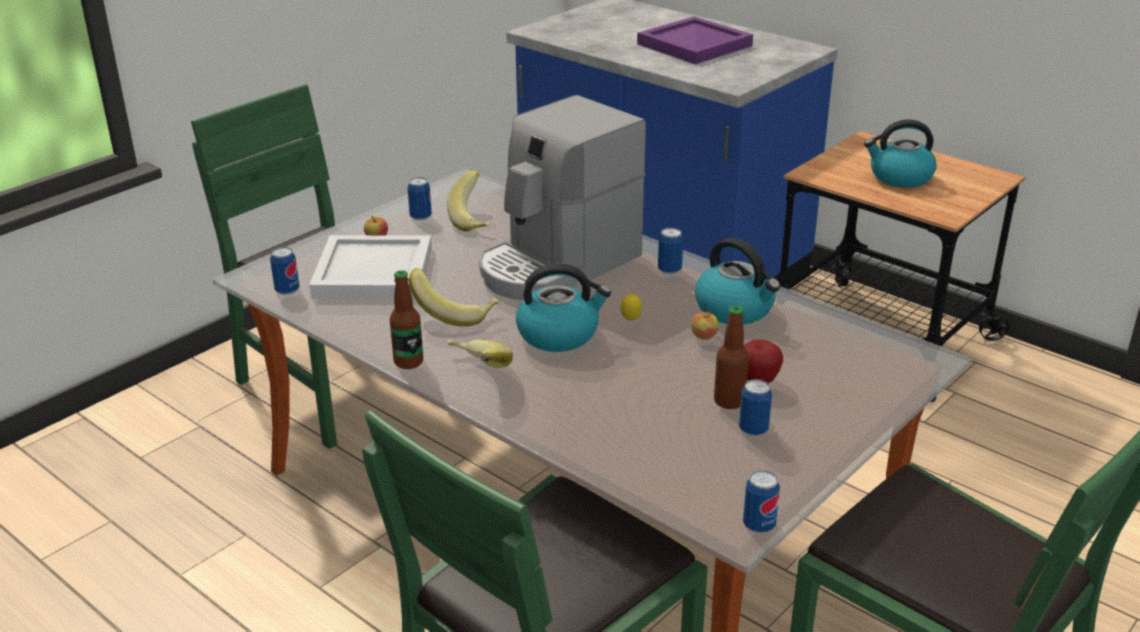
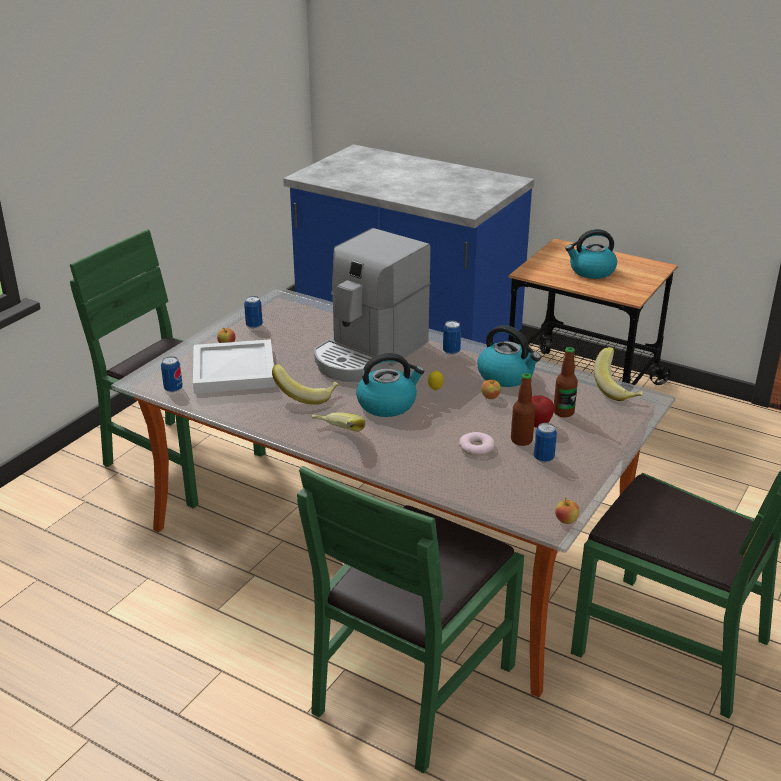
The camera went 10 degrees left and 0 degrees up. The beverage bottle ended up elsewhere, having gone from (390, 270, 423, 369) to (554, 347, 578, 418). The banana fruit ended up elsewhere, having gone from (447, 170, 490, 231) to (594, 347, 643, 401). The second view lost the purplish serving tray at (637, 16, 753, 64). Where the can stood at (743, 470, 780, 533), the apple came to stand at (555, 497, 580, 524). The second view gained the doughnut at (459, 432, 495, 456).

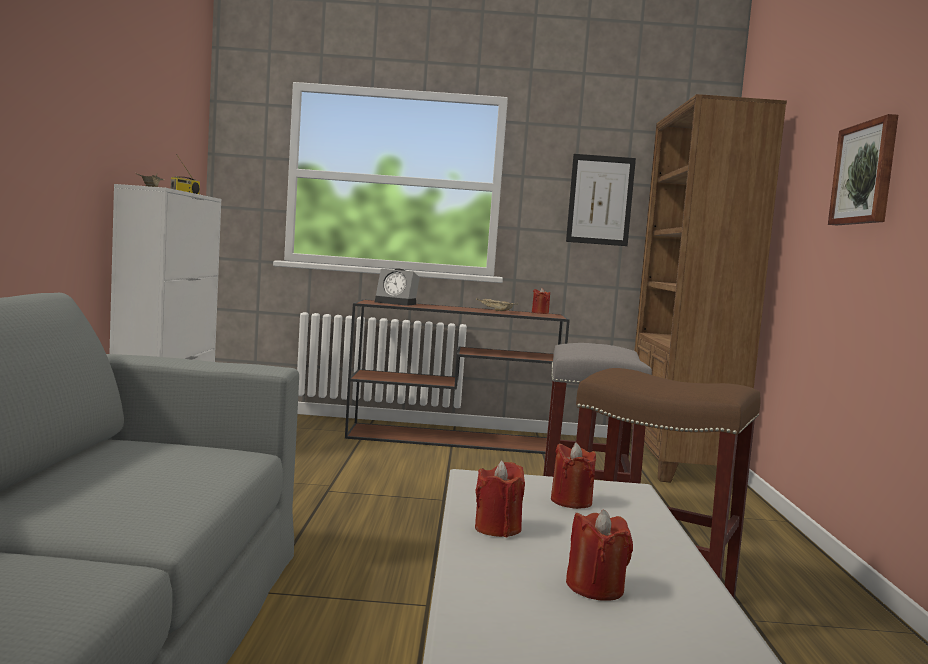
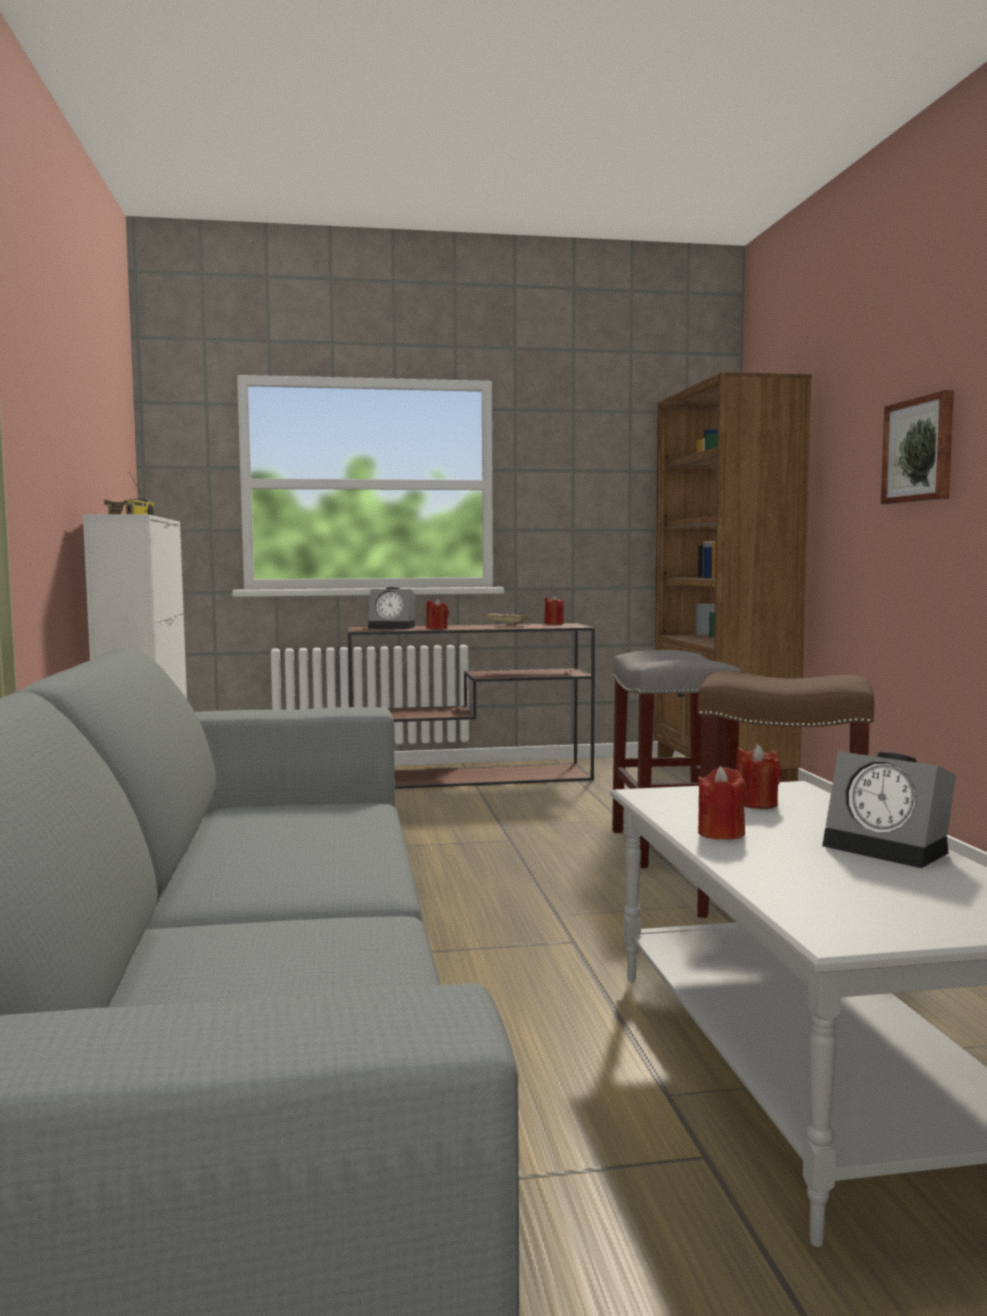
The camera went 10 degrees left and 0 degrees up. The second view lost the wall art at (566, 154, 636, 246). The red wax candle ended up elsewhere, having gone from (566, 510, 633, 601) to (426, 598, 449, 630). The second view gained the table clock at (822, 751, 956, 868).

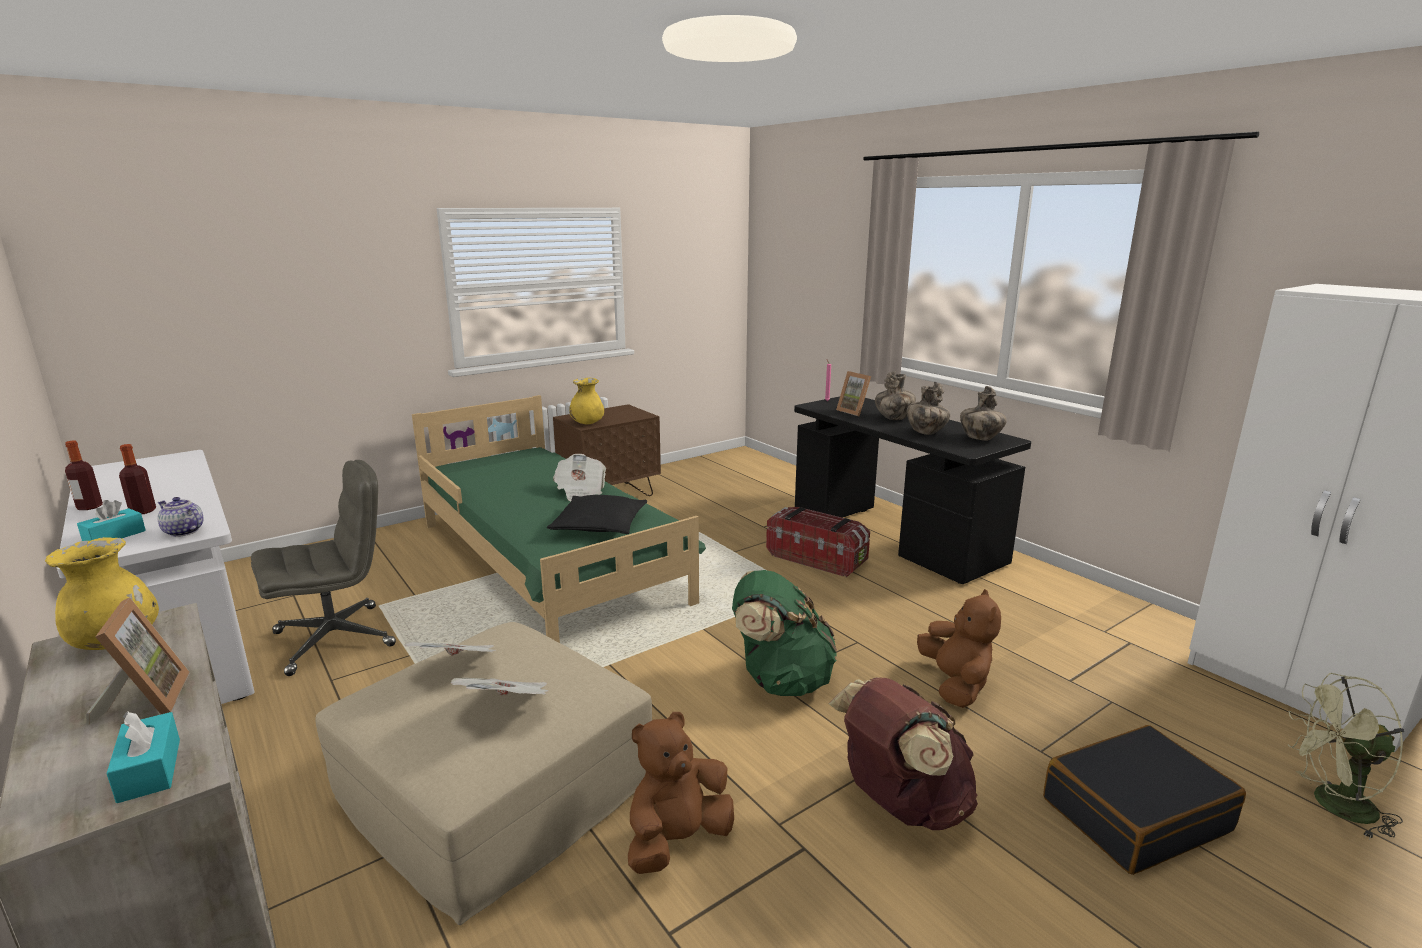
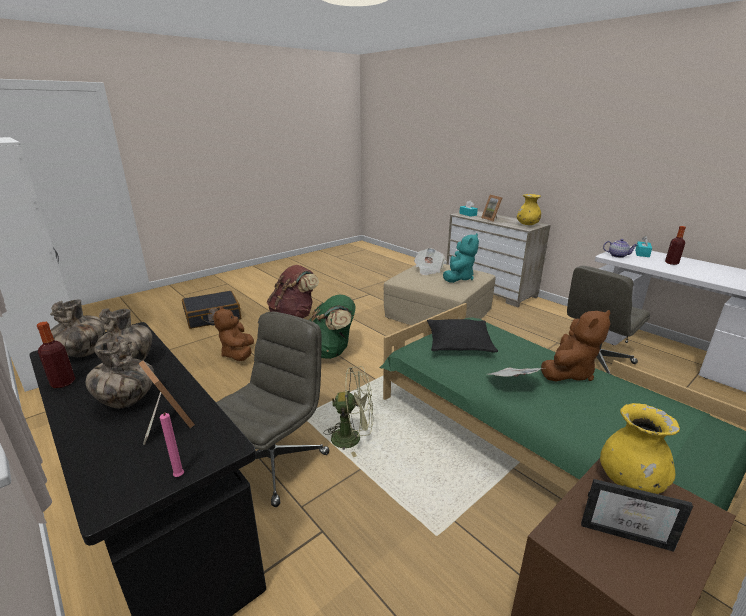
The camera went 175 degrees right and 5 degrees up. The beverage bottle ended up elsewhere, having gone from (65, 441, 103, 510) to (37, 322, 75, 388). Where the daily paper stood at (405, 642, 497, 656), the blue-green plush toy came to stand at (443, 233, 479, 283). The brown plush toy ended up elsewhere, having gone from (628, 712, 734, 874) to (541, 310, 611, 382). Where the storage bin stood at (766, 507, 870, 577), the grey desk chair came to stand at (216, 312, 329, 507). The green-coloured electric fan ended up elsewhere, having gone from (1287, 673, 1404, 838) to (324, 366, 373, 457). The second view gained the standing frame at (581, 479, 693, 552).

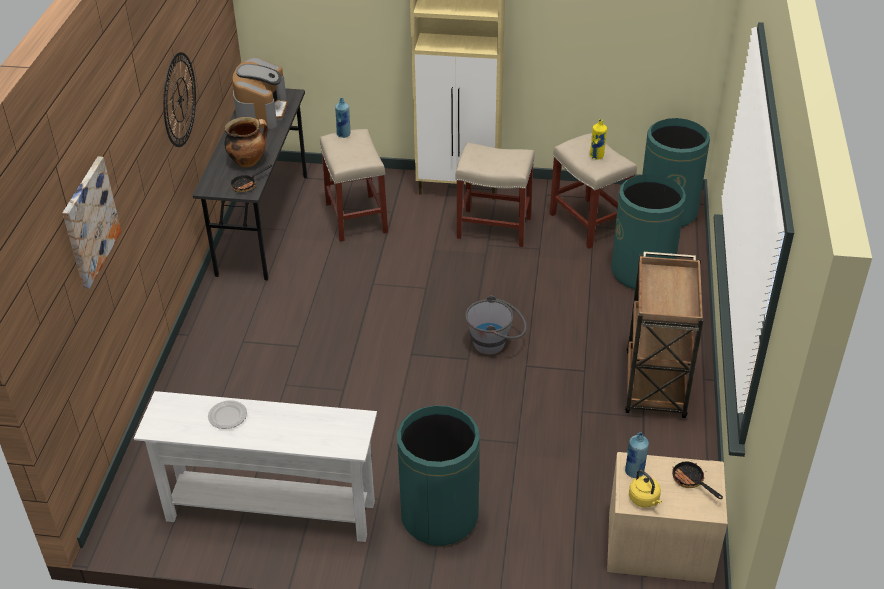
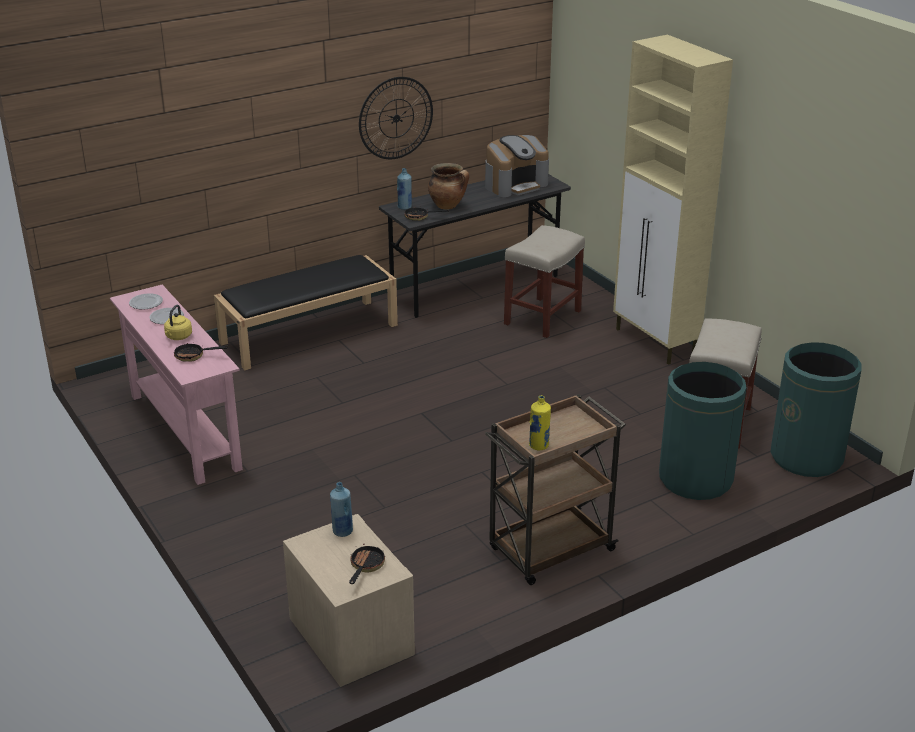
The camera went 50 degrees right and 10 degrees down. The second view lost the wall art at (63, 157, 121, 289). What was the white console table at (134, 391, 377, 542) turned into the pink-coloured console table at (110, 285, 243, 485). The blue beverage bottle ended up elsewhere, having gone from (335, 98, 350, 138) to (397, 168, 412, 210). The second view lost the green-coloured rubbish bin at (397, 405, 480, 546). The second view lost the beige-coloured stool seat at (455, 142, 535, 247). The second view lost the grey pail at (465, 295, 527, 355). The yellowish beverage bottle ended up elsewhere, having gone from (590, 119, 607, 160) to (529, 395, 551, 451). The yellowish water kettle ended up elsewhere, having gone from (629, 470, 662, 508) to (164, 305, 192, 340). The second view gained the plate at (129, 293, 163, 309). The second view gained the frying pan at (174, 342, 229, 362). The second view gained the black indoor bench at (214, 255, 398, 370).

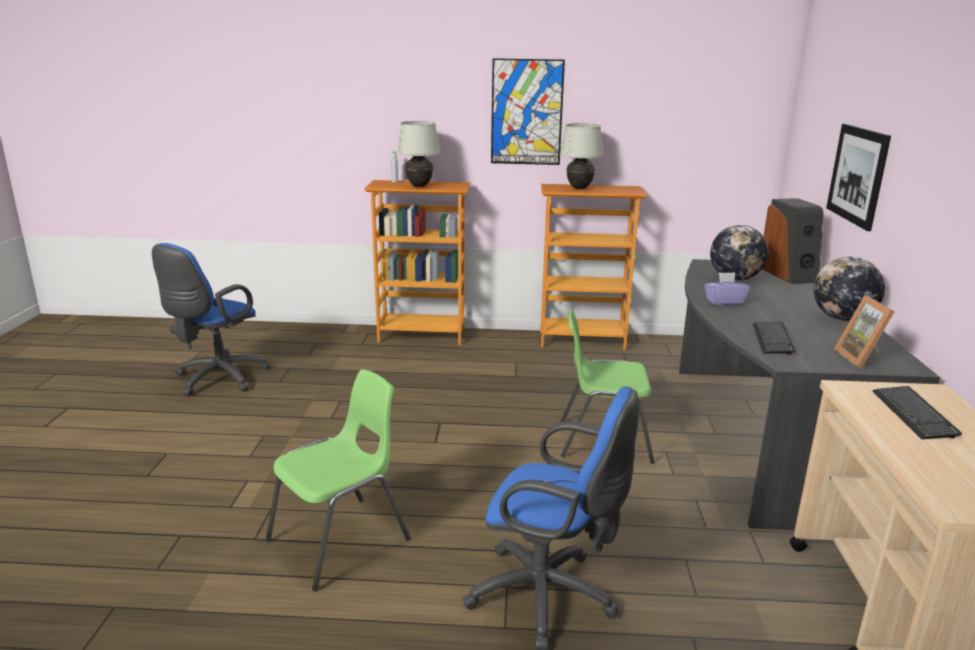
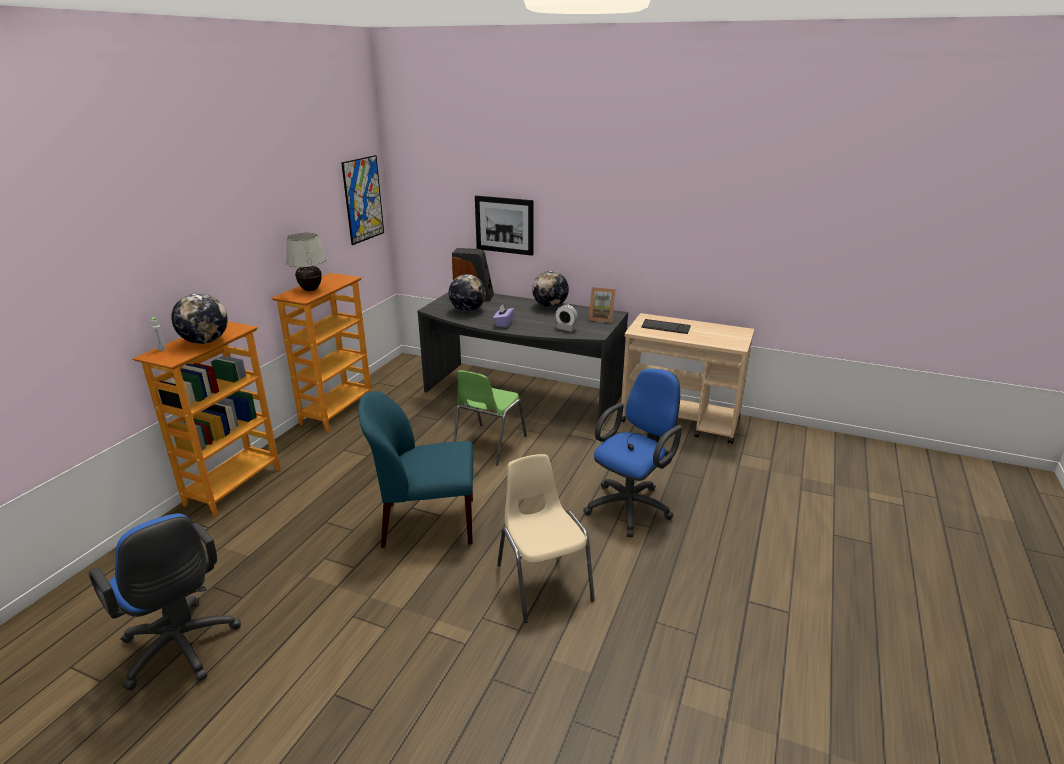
The camera went 70 degrees left and 5 degrees up. What was the green-coloured chair at (265, 369, 411, 591) turned into the beige-coloured chair at (497, 454, 595, 623). Where the white tabletop lamp stood at (397, 121, 441, 187), the world globe came to stand at (171, 293, 228, 344). The wall art ended up elsewhere, having gone from (491, 58, 565, 165) to (341, 155, 384, 245). Where the keyboard stood at (753, 321, 795, 355), the table clock came to stand at (555, 304, 578, 332). The second view gained the blue chair at (358, 391, 473, 548).

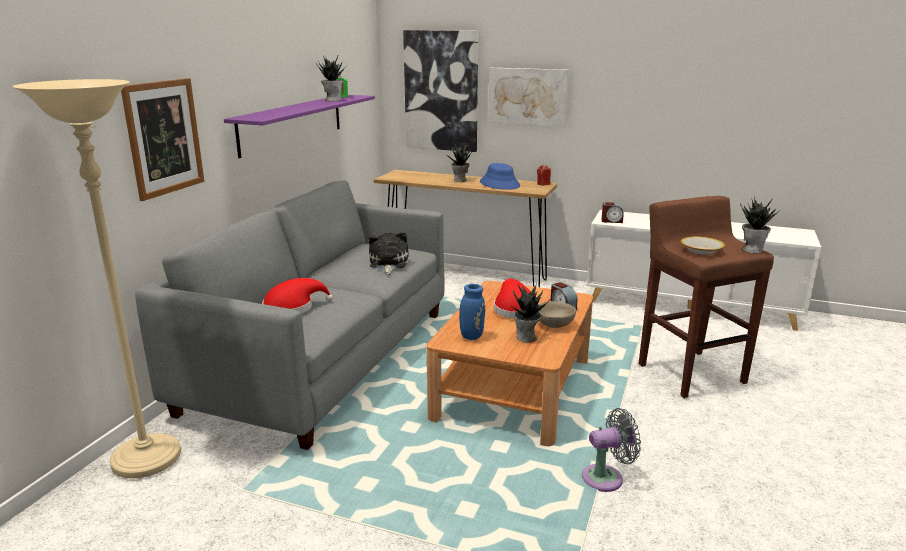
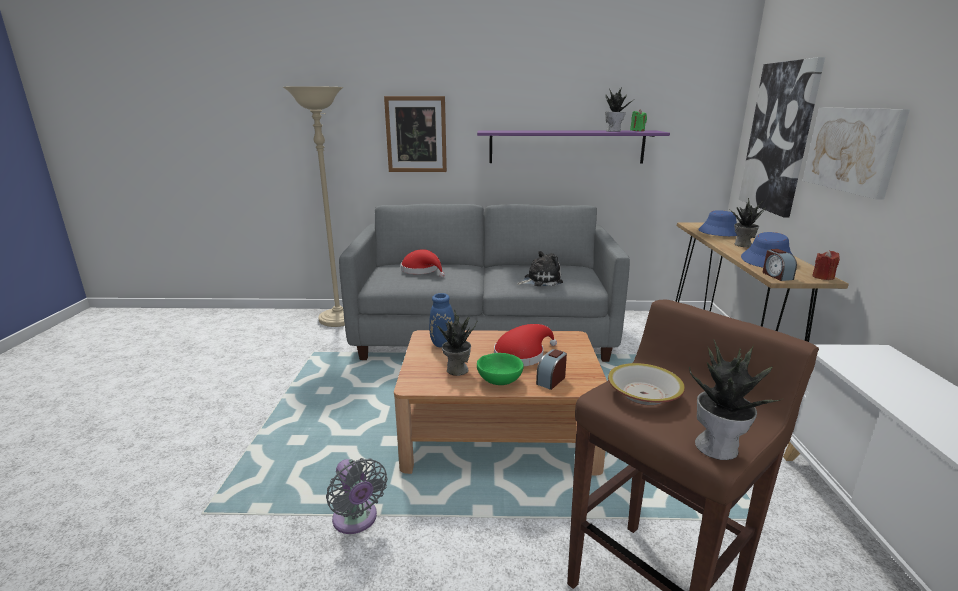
The camera went 70 degrees right and 0 degrees up. What was the beige-coloured deep dish at (538, 301, 576, 328) turned into the green-coloured deep dish at (477, 353, 524, 385). The table clock ended up elsewhere, having gone from (601, 202, 624, 223) to (762, 249, 797, 281). The second view gained the blue clothing hat at (698, 210, 737, 236).

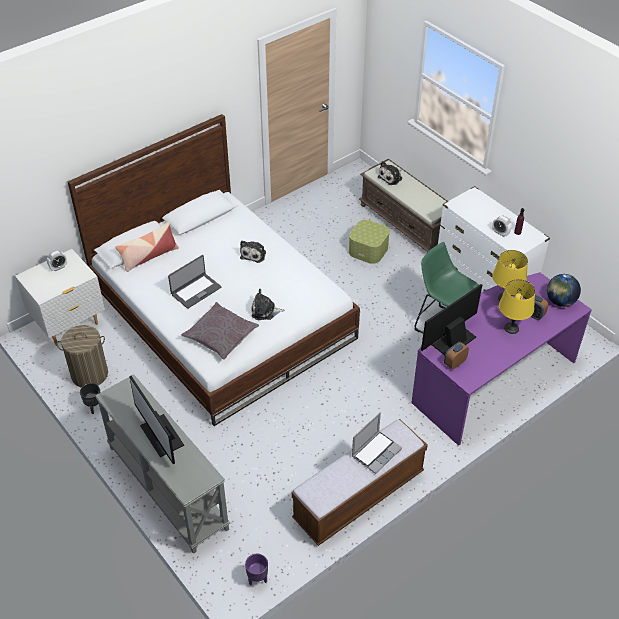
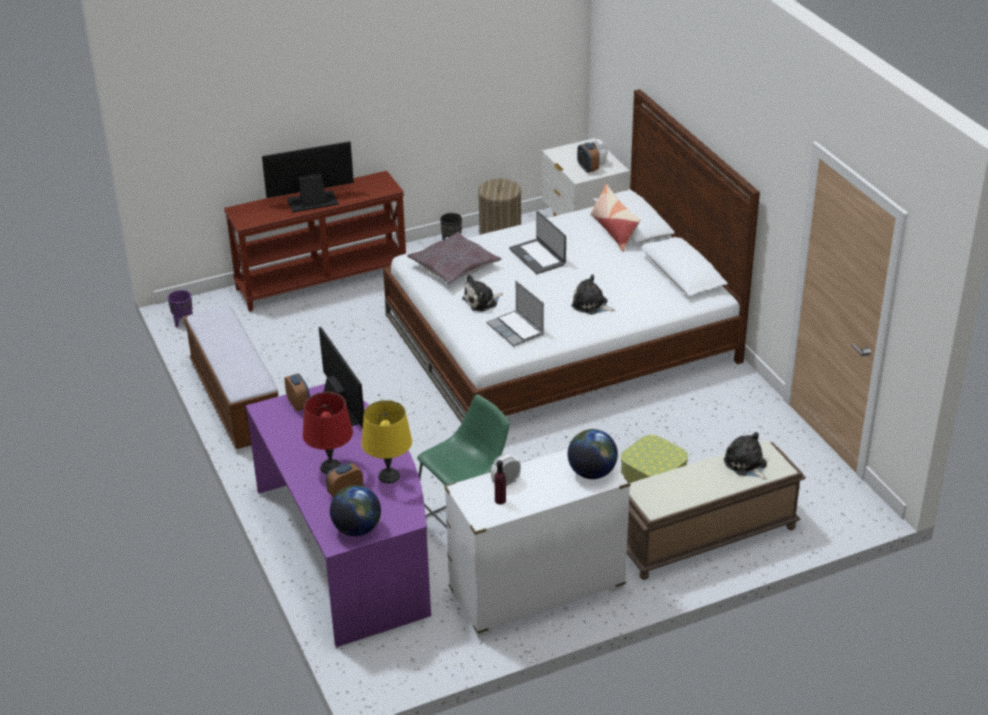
The camera went 105 degrees right and 10 degrees down. What was the grey console table at (95, 374, 230, 554) turned into the brown console table at (224, 171, 406, 312). The plush toy at (251, 289, 285, 320) ended up facing another way, 135 degrees counterclockwise from before. The portable computer ended up elsewhere, having gone from (352, 412, 402, 474) to (487, 281, 544, 347). What was the yellowish tabletop lamp at (499, 279, 535, 334) turned into the red tabletop lamp at (303, 392, 353, 474). The second view gained the world globe at (568, 429, 618, 479). The second view gained the table clock at (577, 143, 599, 173).

